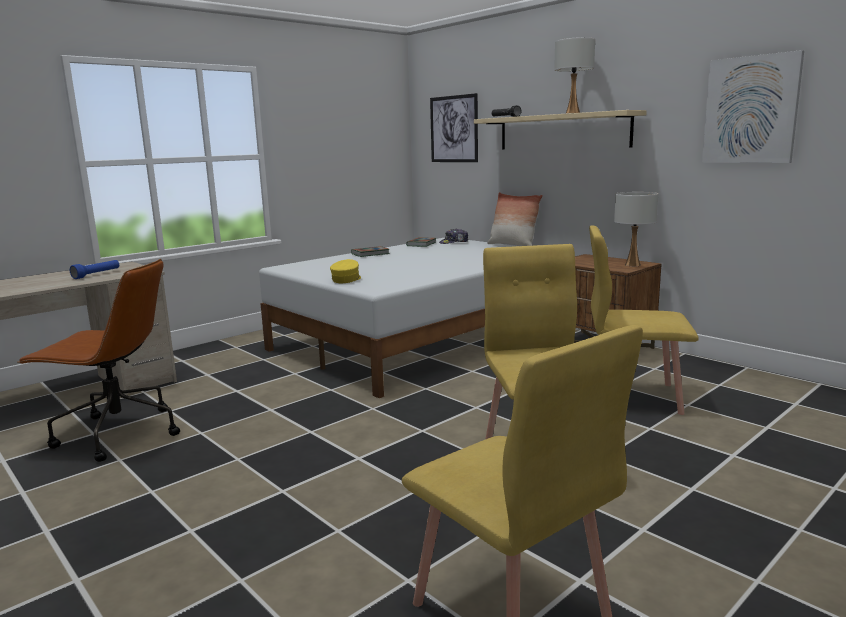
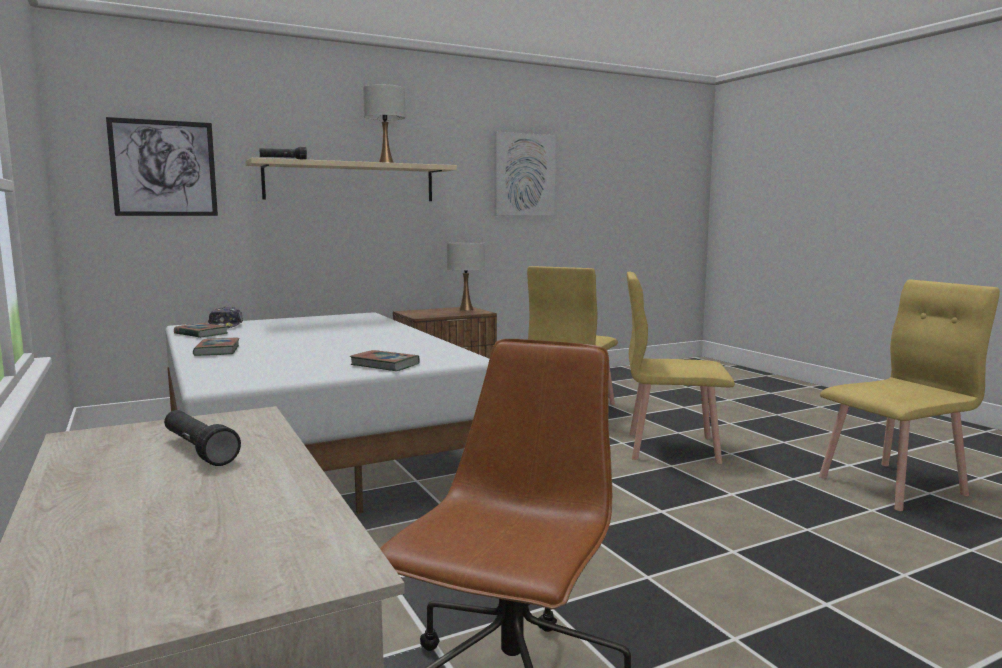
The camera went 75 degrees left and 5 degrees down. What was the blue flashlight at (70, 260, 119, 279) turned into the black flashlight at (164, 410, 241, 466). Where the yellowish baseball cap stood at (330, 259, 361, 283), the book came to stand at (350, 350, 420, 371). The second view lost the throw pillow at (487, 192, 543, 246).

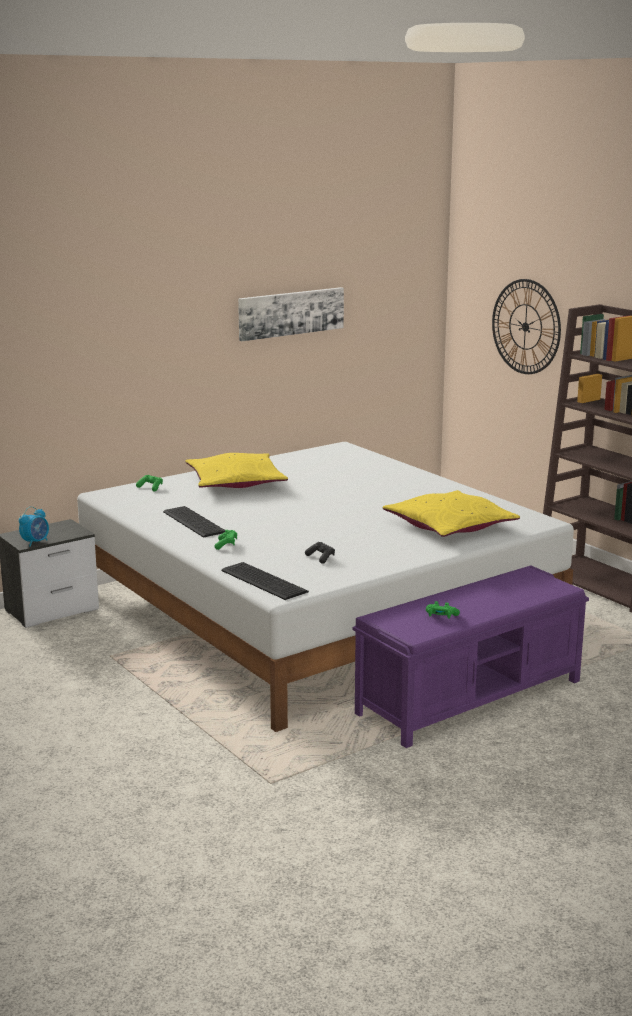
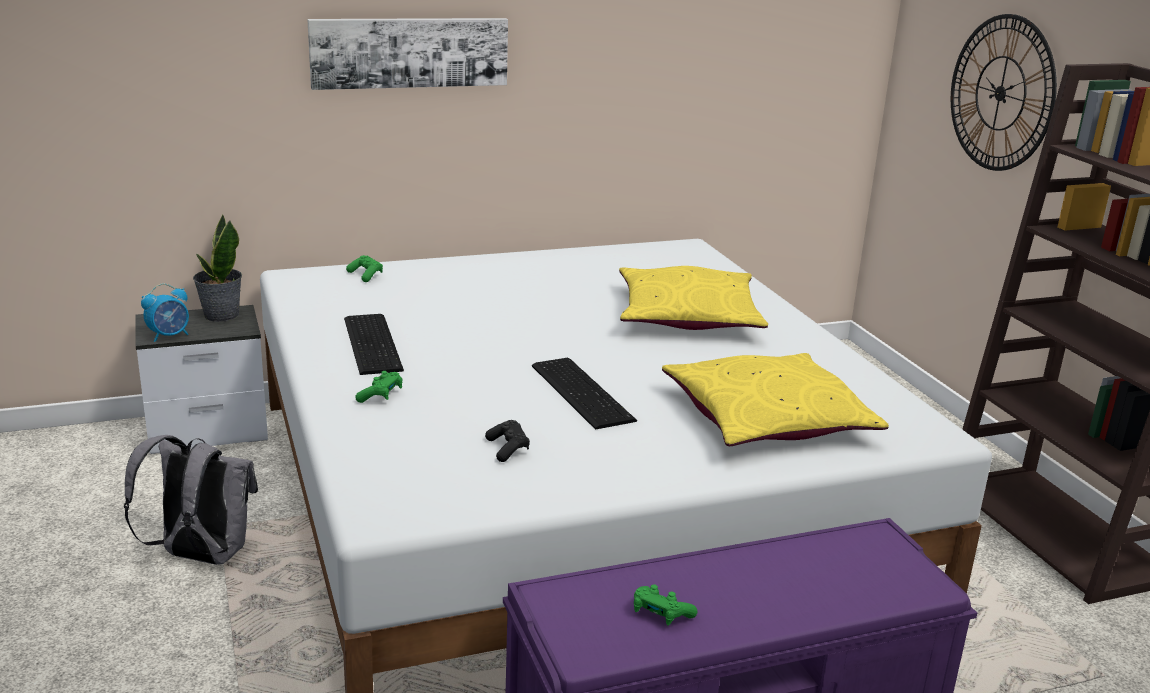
The camera went 15 degrees right and 5 degrees up. The yellowish throw pillow ended up elsewhere, having gone from (185, 453, 288, 488) to (619, 266, 768, 330). The keyboard ended up elsewhere, having gone from (222, 562, 309, 600) to (532, 358, 637, 430). The wall art ended up elsewhere, having gone from (238, 287, 344, 341) to (307, 18, 508, 90). The second view gained the grey backpack at (124, 435, 258, 565). The second view gained the houseplant at (193, 215, 242, 322).

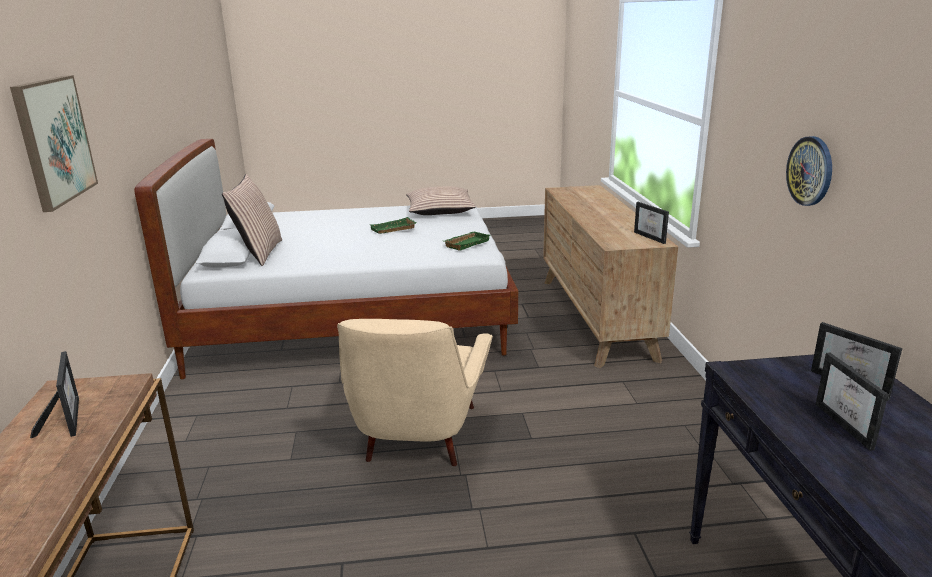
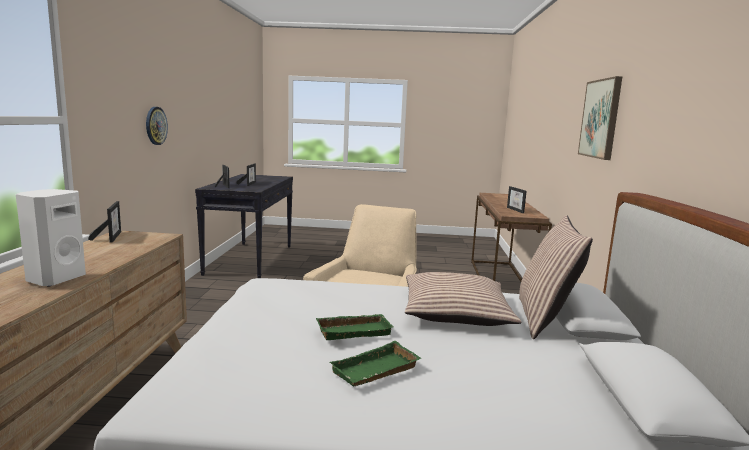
The camera went 170 degrees left and 10 degrees down. The throw pillow ended up elsewhere, having gone from (406, 186, 476, 215) to (405, 272, 521, 326). The green-coloured serving tray ended up elsewhere, having gone from (444, 232, 490, 250) to (330, 341, 421, 387). The second view gained the white speaker at (16, 189, 86, 287).

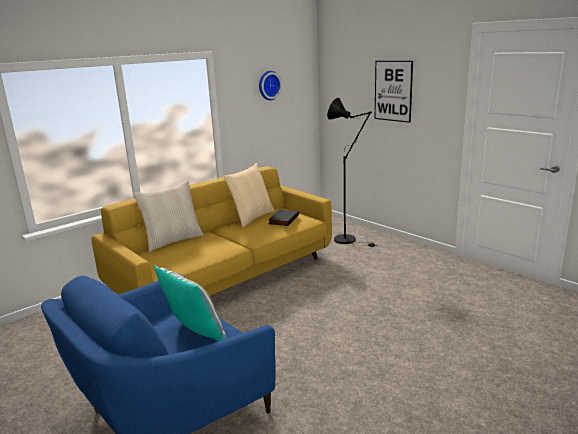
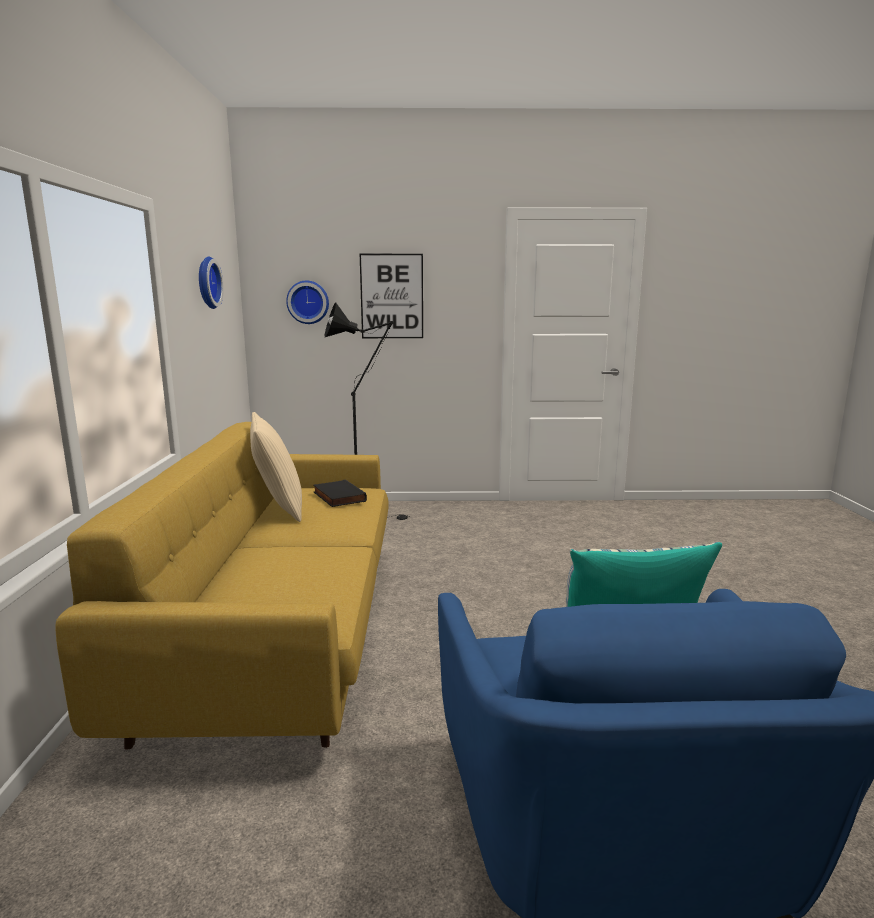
The camera went 50 degrees left and 5 degrees down. The second view lost the beige-coloured throw pillow at (133, 181, 204, 252). The second view gained the clock on the wall at (286, 280, 329, 324).

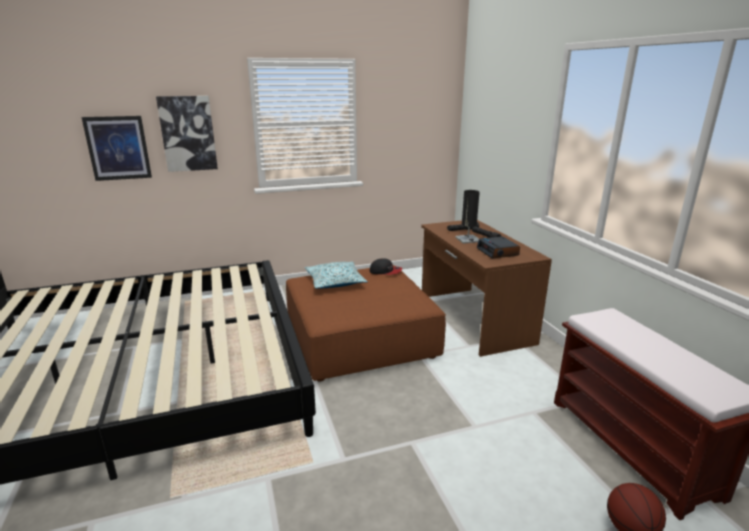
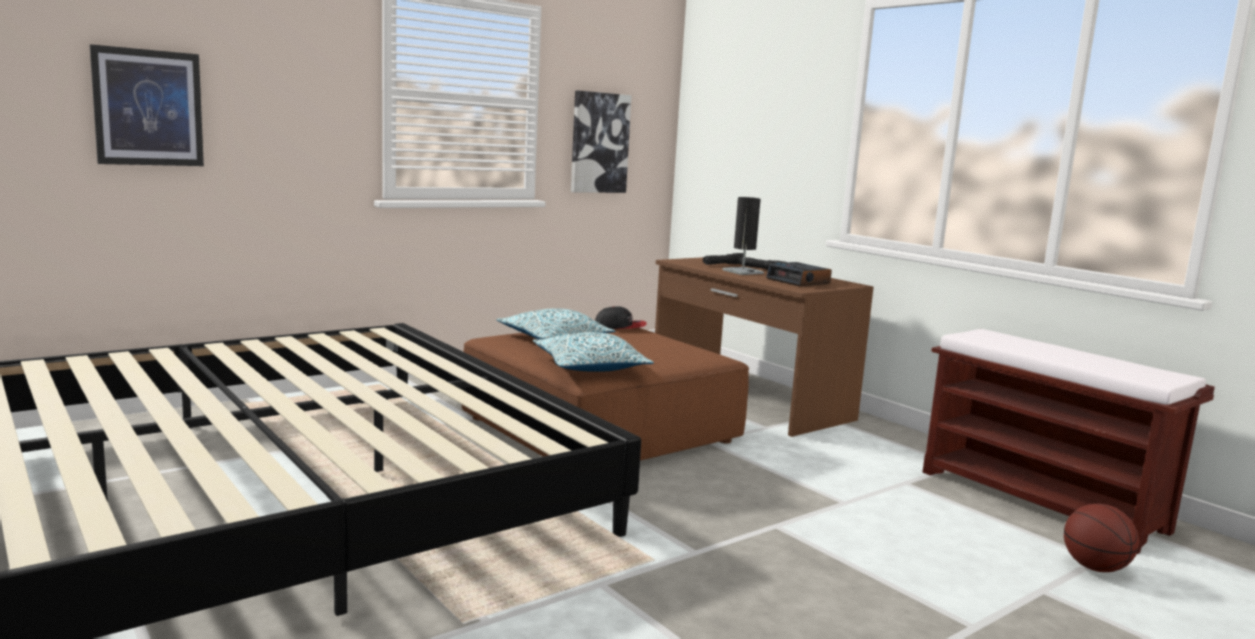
The camera went 20 degrees left and 10 degrees down. The wall art ended up elsewhere, having gone from (156, 96, 218, 172) to (571, 90, 631, 193). The second view gained the throw pillow at (533, 332, 654, 372).

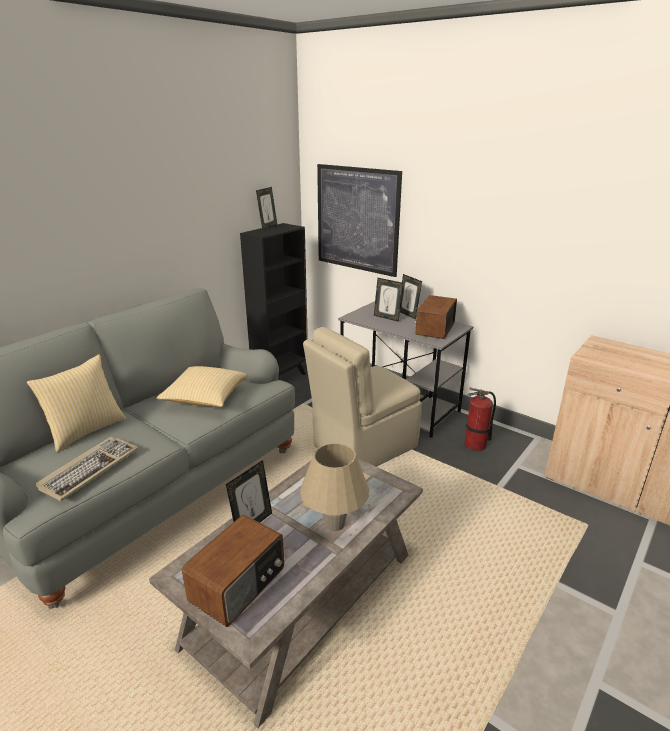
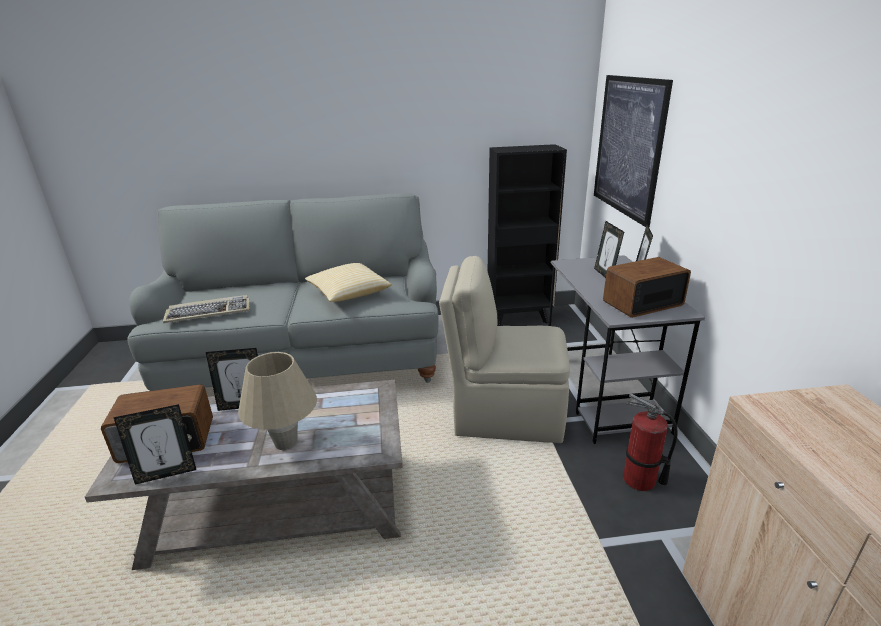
The camera went 45 degrees right and 0 degrees up. The second view lost the throw pillow at (27, 354, 127, 453). The standing frame ended up elsewhere, having gone from (256, 187, 277, 230) to (113, 404, 196, 484).

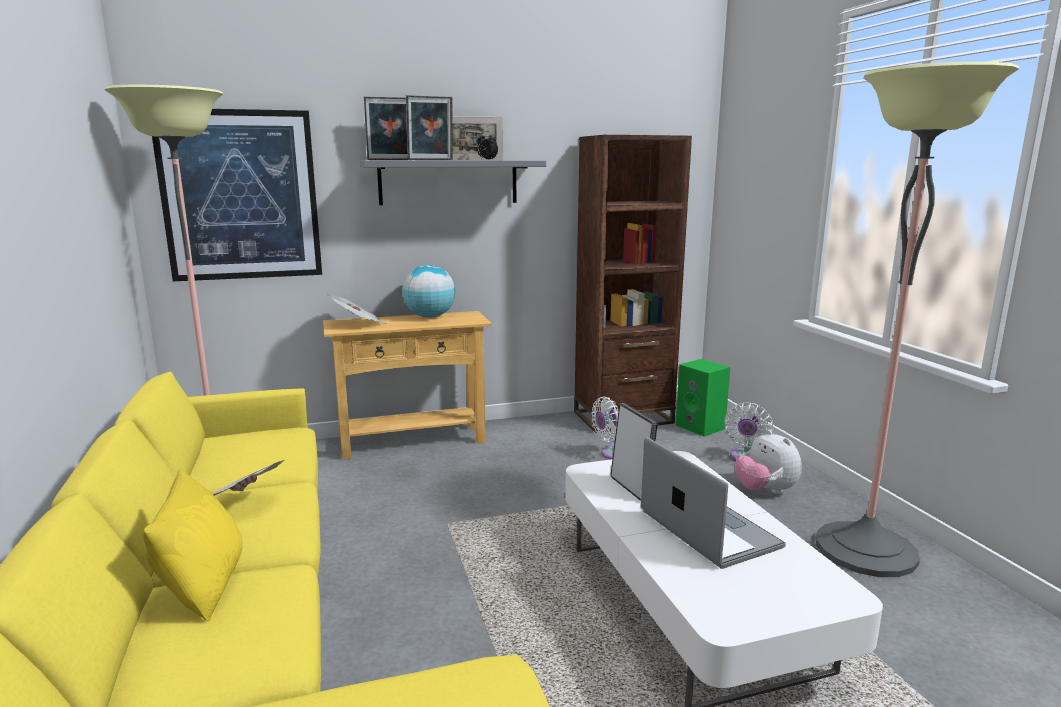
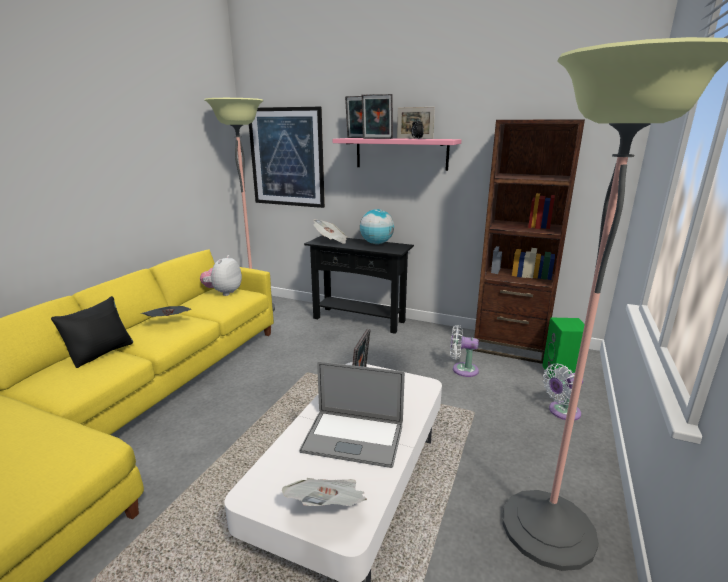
The camera went 40 degrees right and 5 degrees up. What was the yellowish throw pillow at (143, 469, 243, 621) turned into the black throw pillow at (51, 296, 133, 368). What was the beige-coloured console table at (323, 311, 492, 460) turned into the black console table at (304, 235, 414, 334). What was the grey bracket shelf at (360, 161, 546, 205) turned into the pink-coloured bracket shelf at (333, 138, 462, 171). The portable computer at (641, 437, 786, 569) ended up facing another way, 90 degrees clockwise from before. The plush toy ended up elsewhere, having gone from (735, 430, 802, 494) to (200, 255, 242, 296). The second view gained the daily paper at (282, 478, 367, 506).

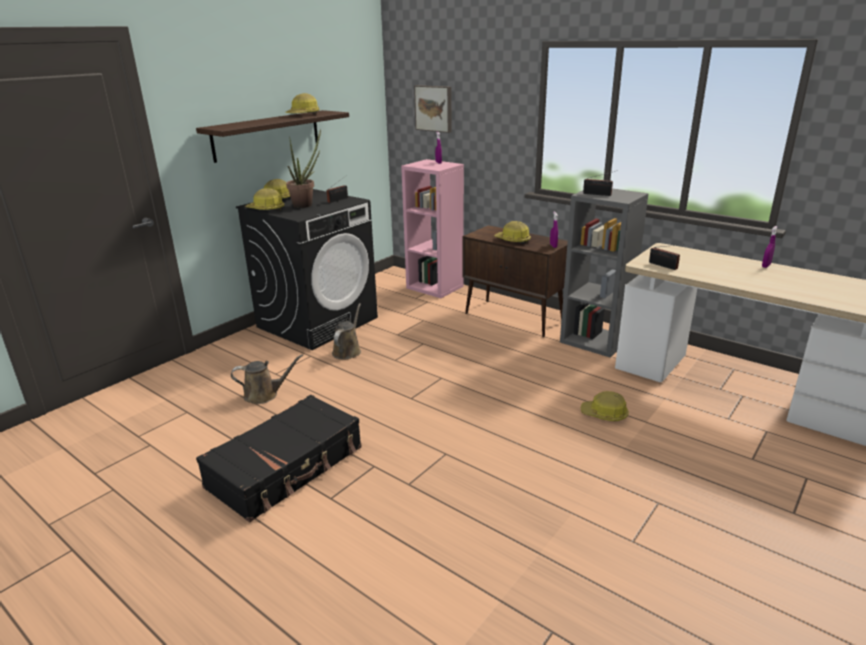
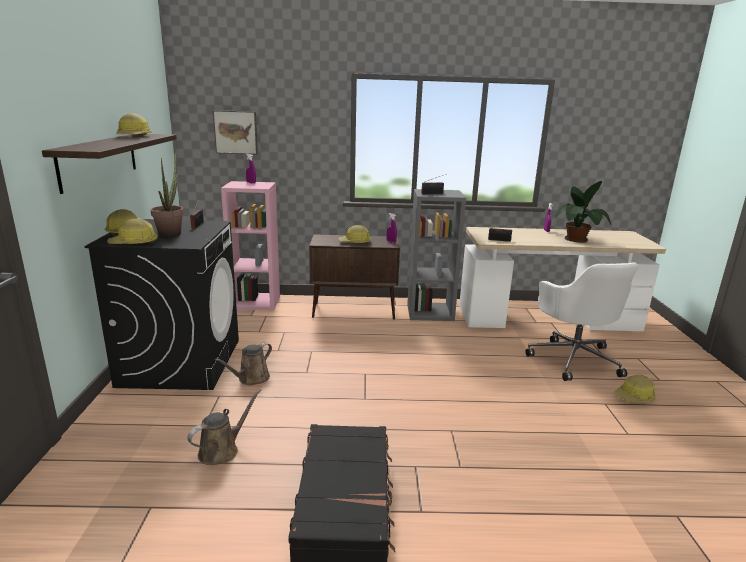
The camera went 40 degrees left and 5 degrees down. The brown watering pot at (332, 303, 361, 360) ended up facing another way, 120 degrees counterclockwise from before. The safety helmet ended up elsewhere, having gone from (581, 391, 629, 421) to (614, 375, 656, 402). The second view gained the white desk chair at (526, 262, 639, 381). The second view gained the houseplant at (555, 181, 611, 242).

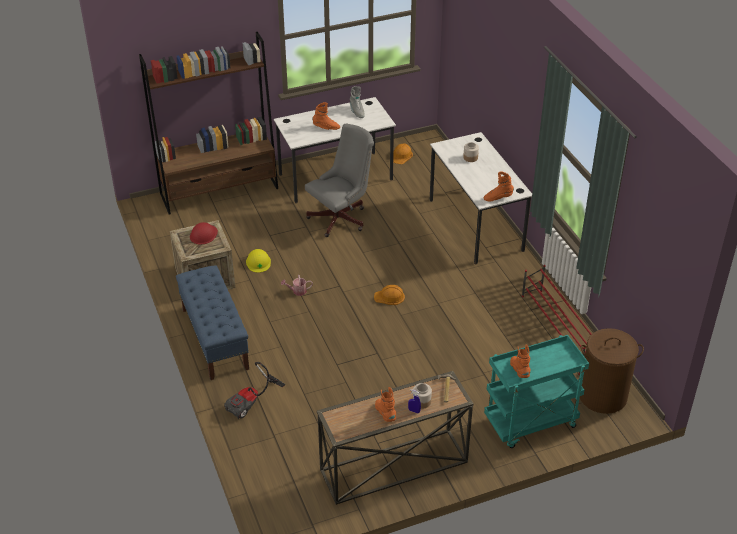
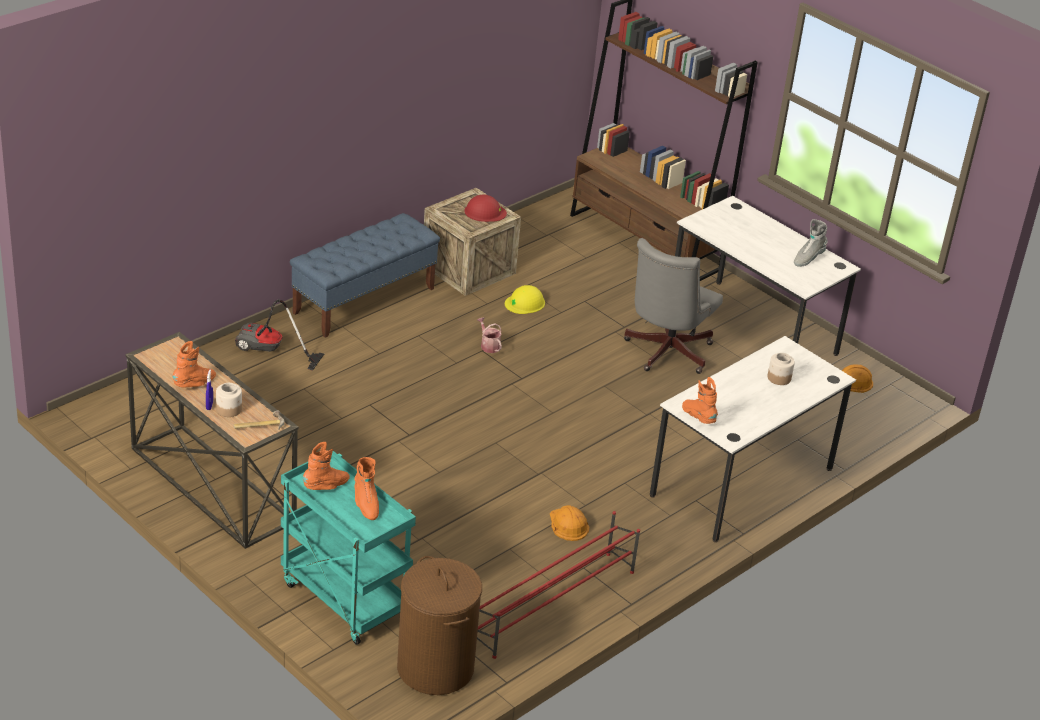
The camera went 65 degrees right and 5 degrees down. The grey desk chair at (305, 124, 374, 237) ended up facing another way, 90 degrees clockwise from before. The orange tall boot ended up elsewhere, having gone from (312, 102, 340, 130) to (354, 457, 379, 520). The orange safety helmet ended up elsewhere, having gone from (374, 285, 405, 305) to (550, 505, 589, 541).

